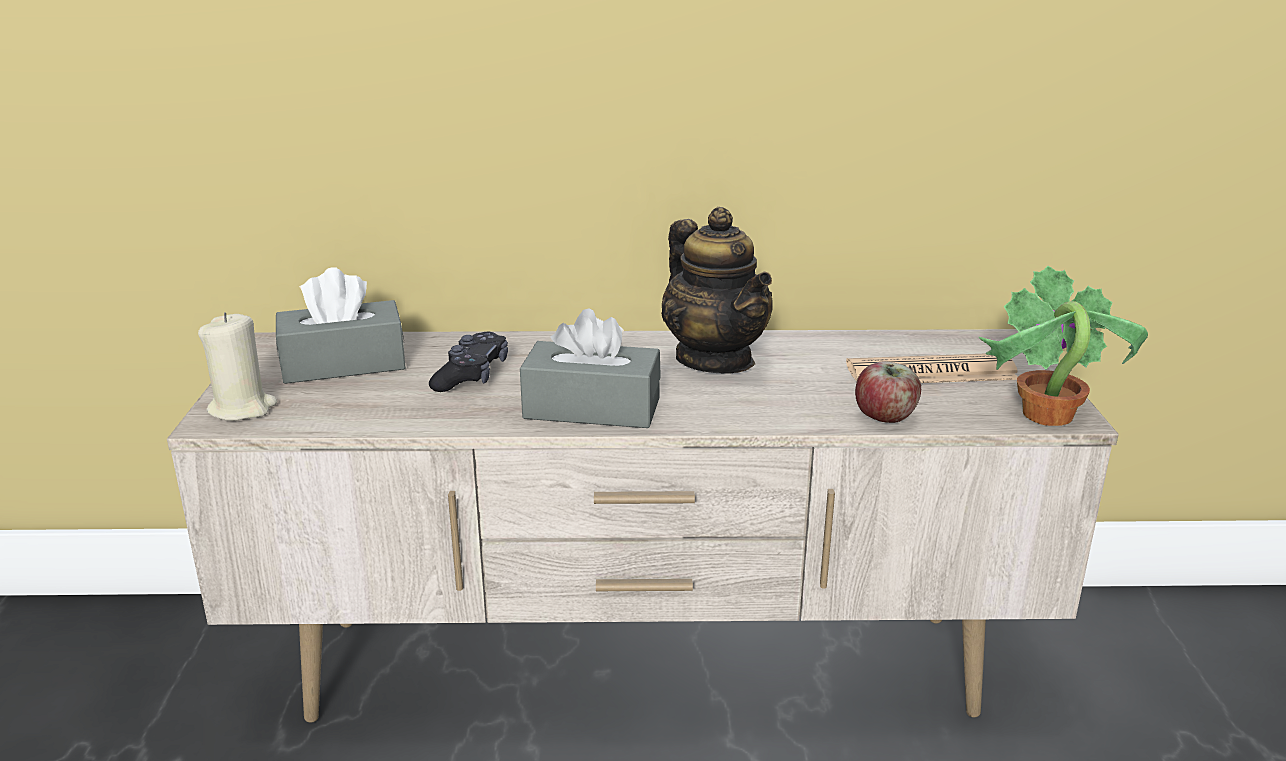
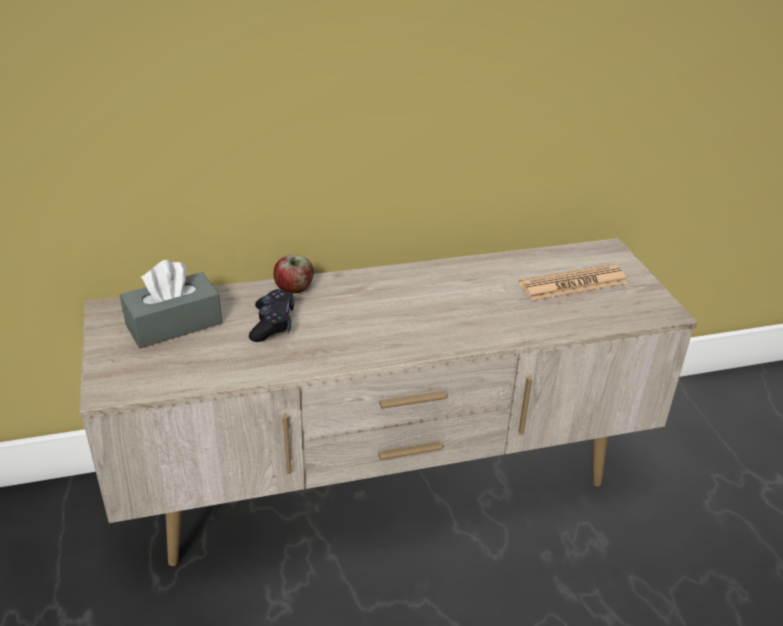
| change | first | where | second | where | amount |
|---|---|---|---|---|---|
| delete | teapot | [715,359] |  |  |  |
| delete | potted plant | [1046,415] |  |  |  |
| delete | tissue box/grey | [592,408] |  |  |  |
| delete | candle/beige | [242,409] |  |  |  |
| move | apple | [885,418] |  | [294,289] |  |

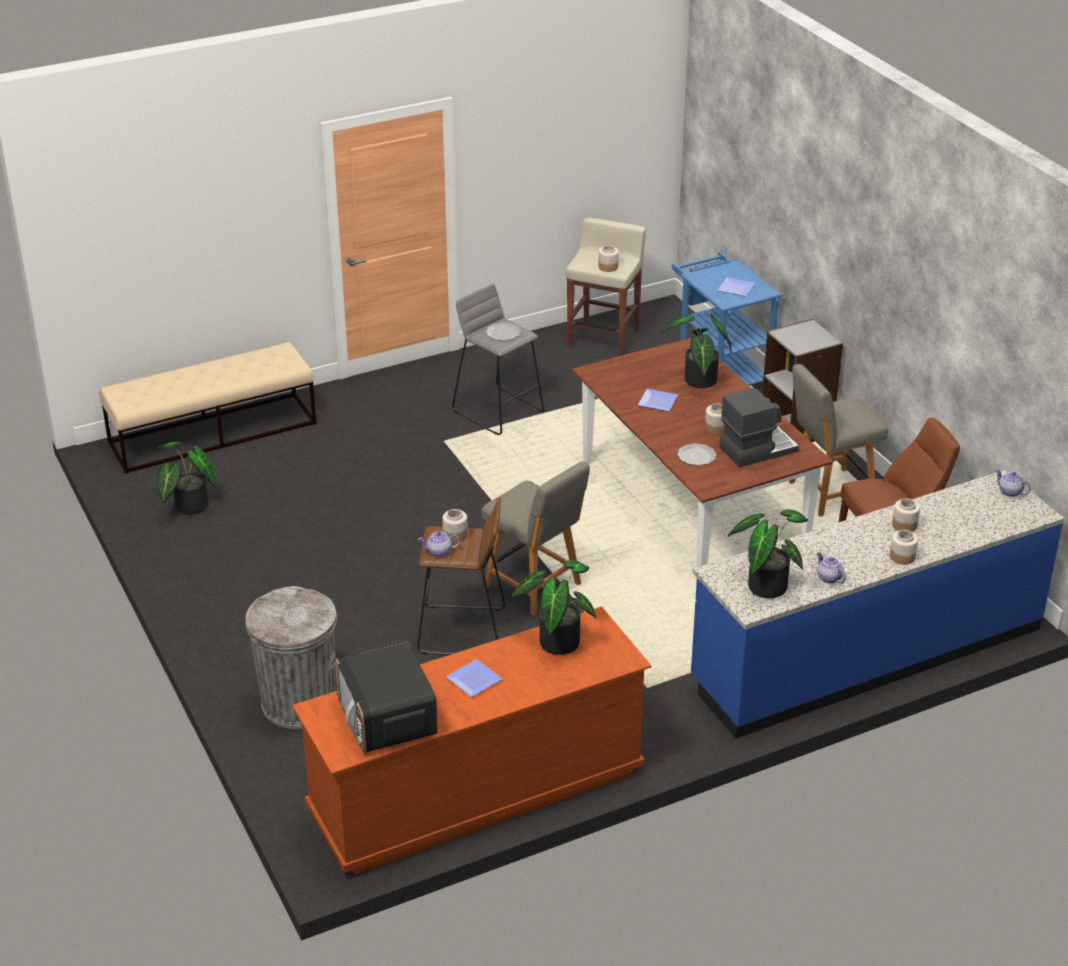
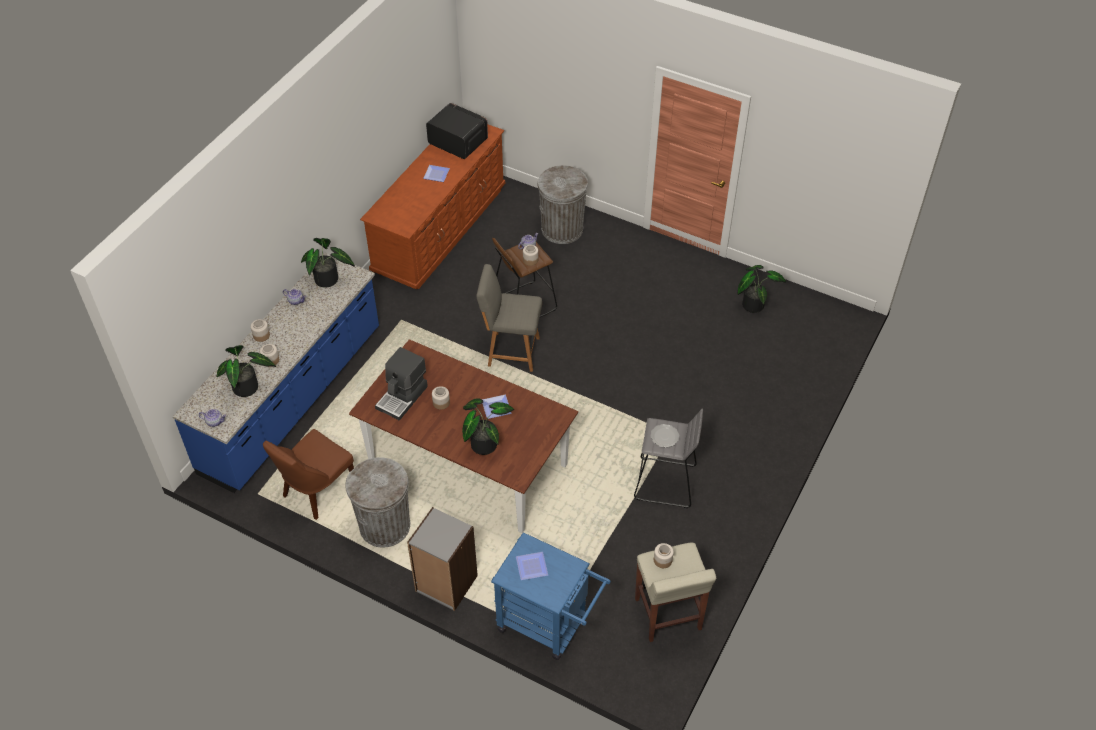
| change | first | where | second | where | amount |
|---|---|---|---|---|---|
| delete | bench/beige | [213,432] |  |  |  |
| replace | chair/grey | [829,493] | trash can/grey | [385,526] |  |
| delete | plate | [697,456] |  |  |  |
| move | potted plant | [556,640] |  | [248,388] |  |

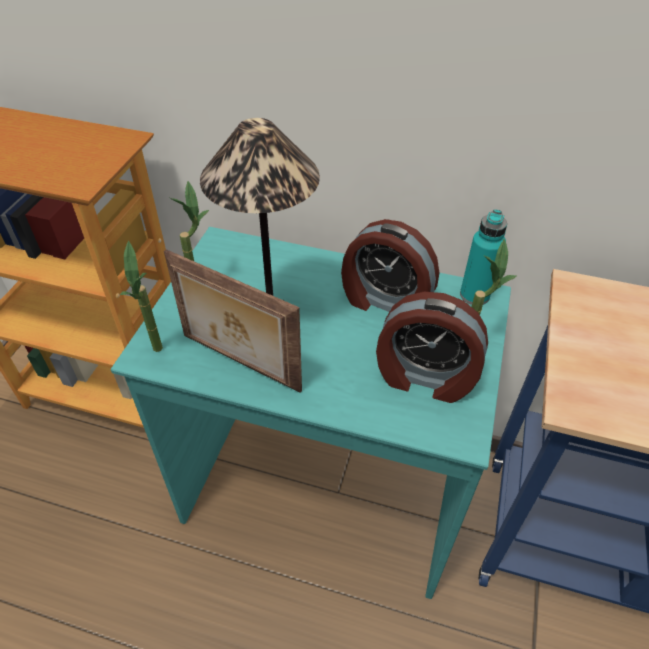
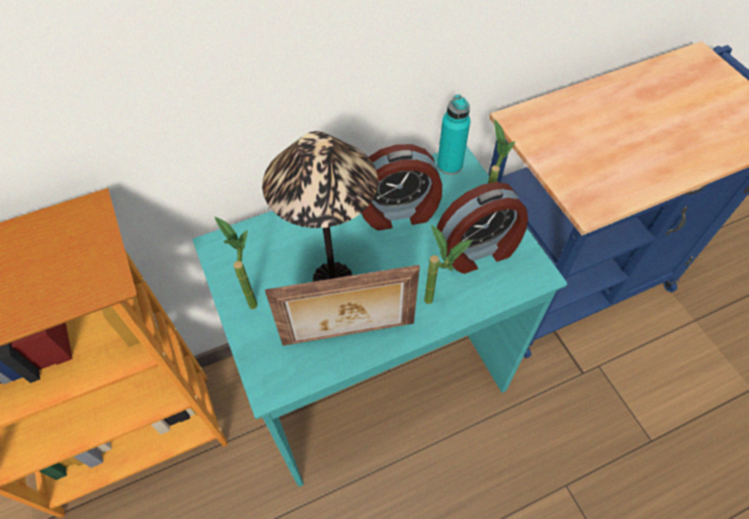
| change | first | where | second | where | amount |
|---|---|---|---|---|---|
| move | potted plant | [160,355] |  | [437,303] |  |

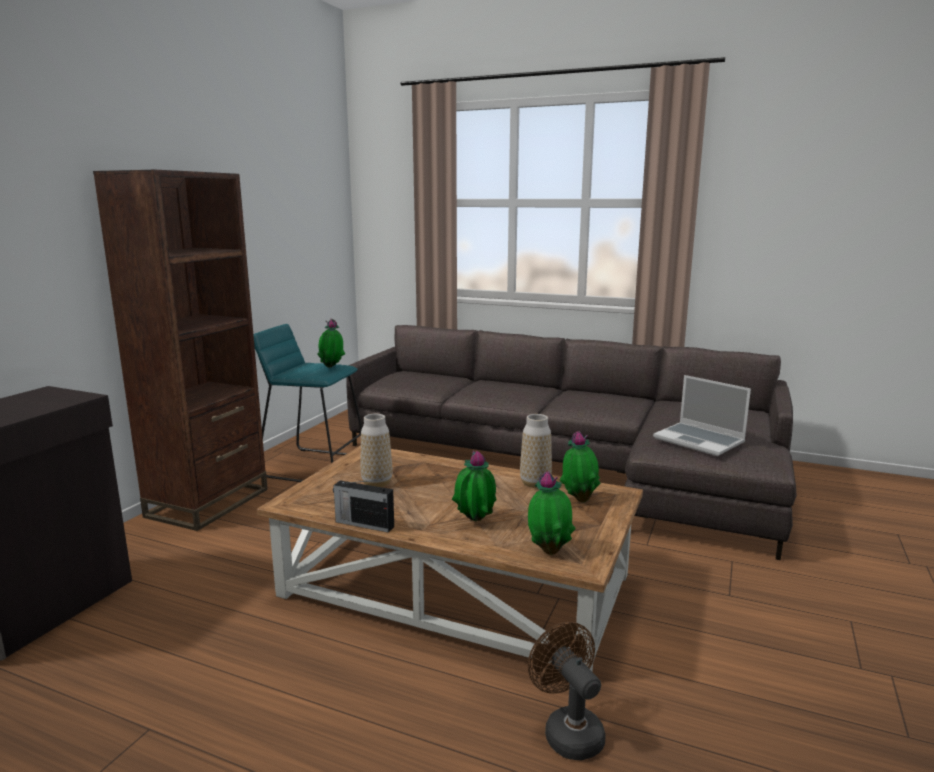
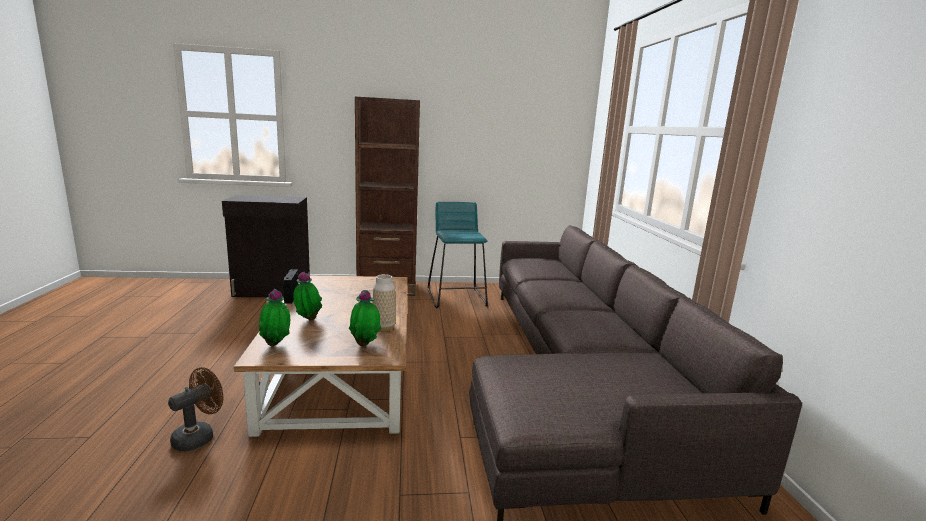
| change | first | where | second | where | amount |
|---|---|---|---|---|---|
| delete | potted plant | [331,367] |  |  |  |
| delete | laptop | [700,441] |  |  |  |
| delete | vase | [377,483] |  |  |  |

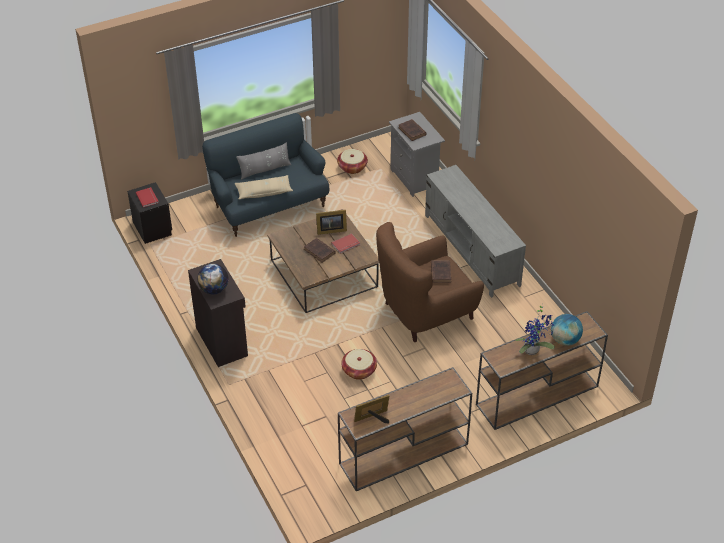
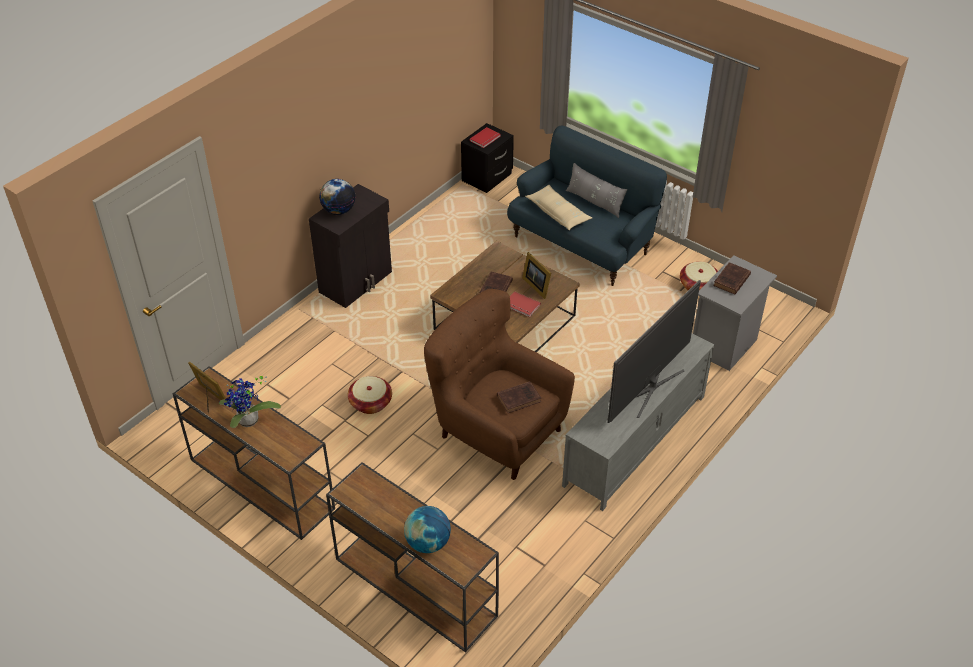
| change | first | where | second | where | amount |
|---|---|---|---|---|---|
| move | potted plant | [533,350] |  | [248,422] |  |
| insert |  |  | television | [650,387] |  |

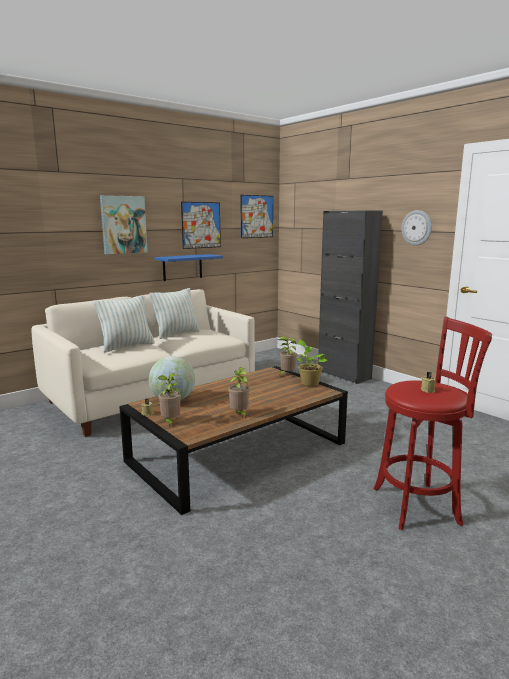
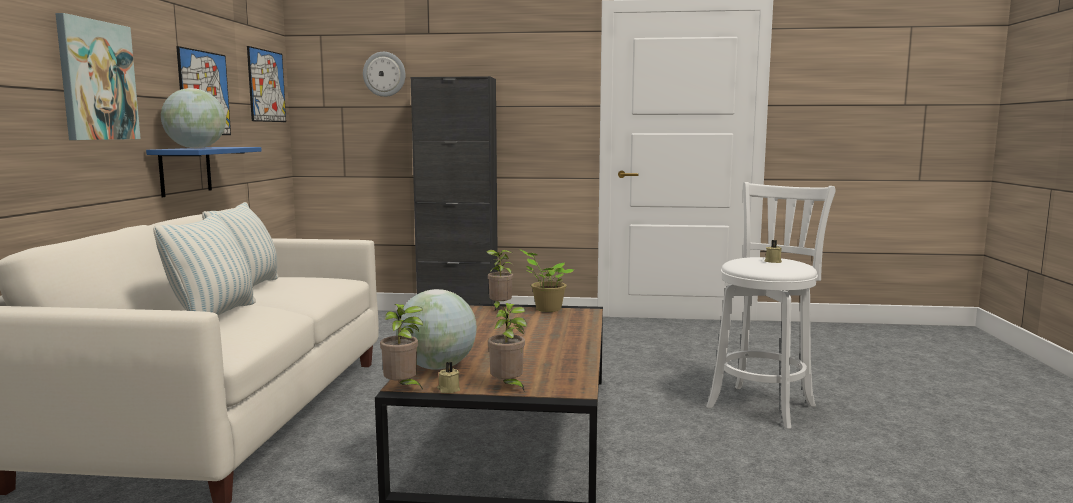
| change | first | where | second | where | amount |
|---|---|---|---|---|---|
| move | wall clock | [417,227] |  | [384,74] |  |
| recolor | stool/red | [420,505] | stool/white | [763,405] |  |
| move | potted plant | [239,414] |  | [402,388] |  |
| insert |  |  | globe | [195,148] |  |

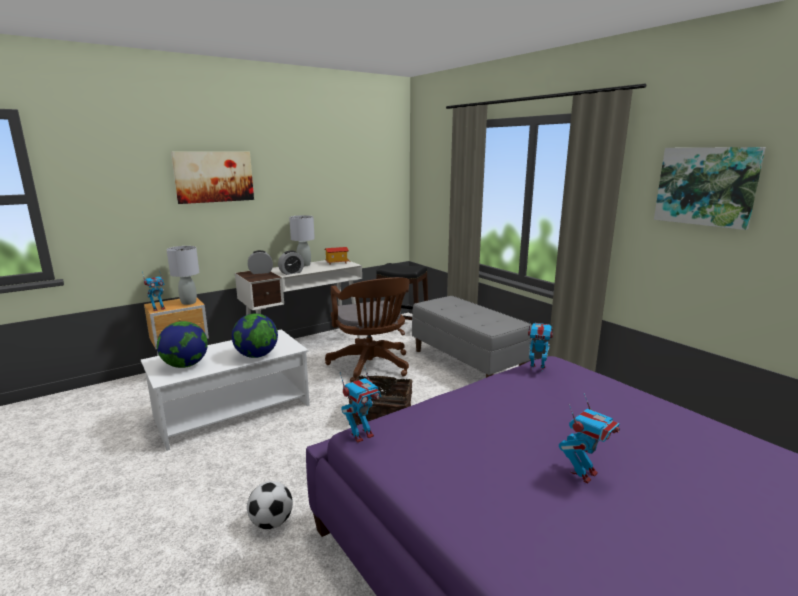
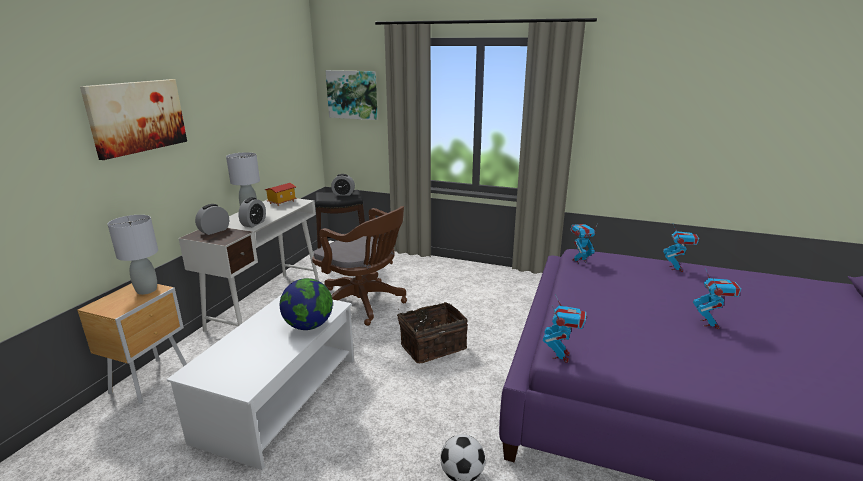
| change | first | where | second | where | amount |
|---|---|---|---|---|---|
| move | picture | [706,186] |  | [352,94] |  |
| move | toy robot | [158,309] |  | [676,268] |  |
| delete | bench/grey | [467,363] |  |  |  |
| delete | globe | [185,365] |  |  |  |
| insert |  |  | alarm clock | [343,194] |  |

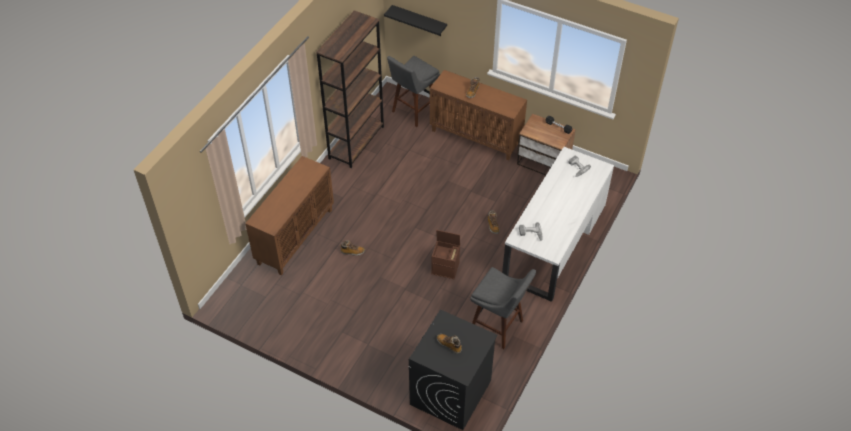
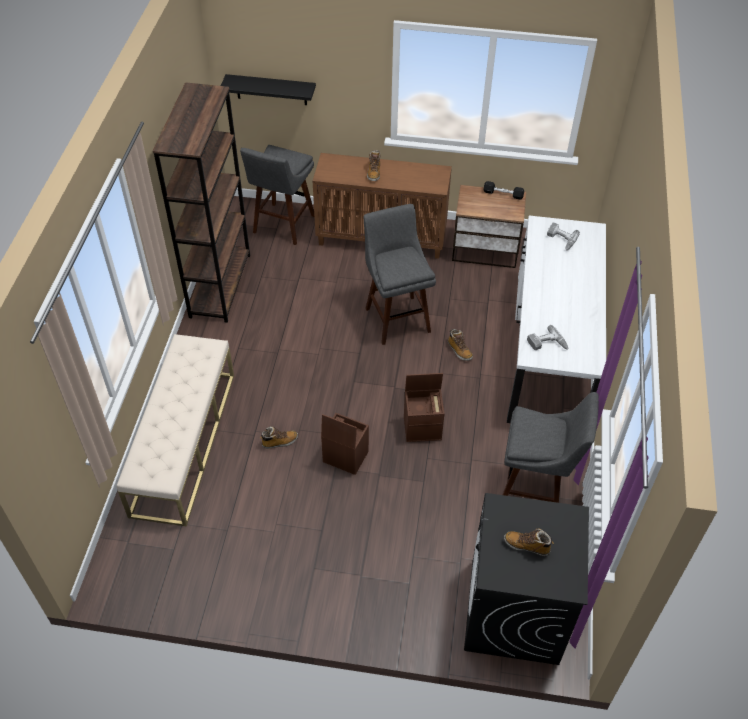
| change | first | where | second | where | amount |
|---|---|---|---|---|---|
| replace | cabinet/brown | [295,236] | bench/beige | [184,442] |  |
| insert |  |  | stool/grey | [396,317] |  |
| insert |  |  | storage box/brown | [344,457] |  |

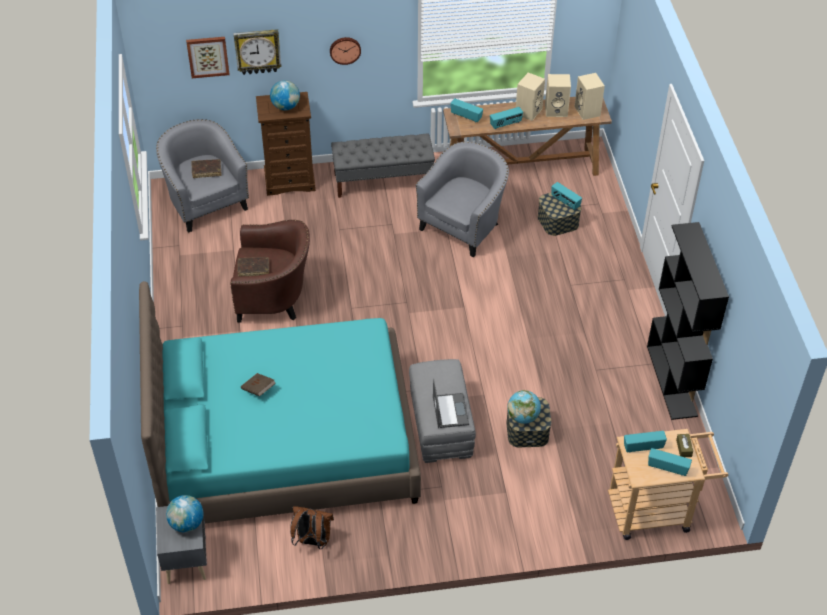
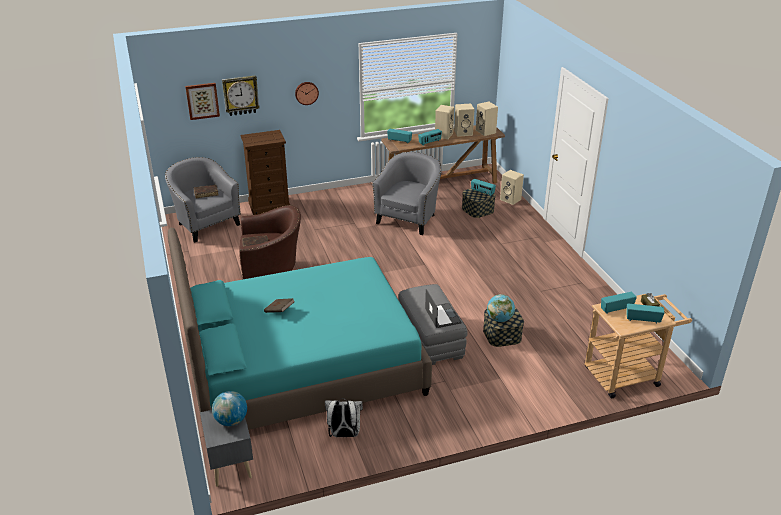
| change | first | where | second | where | amount |
|---|---|---|---|---|---|
| delete | globe | [286,106] |  |  |  |
| delete | bench/grey | [383,181] |  |  |  |
| delete | bookcase/black | [672,381] |  |  |  |
| recolor | backpack/brown | [312,541] | backpack/white | [344,434] |  |
| insert |  |  | speaker/beige | [511,199] |  |

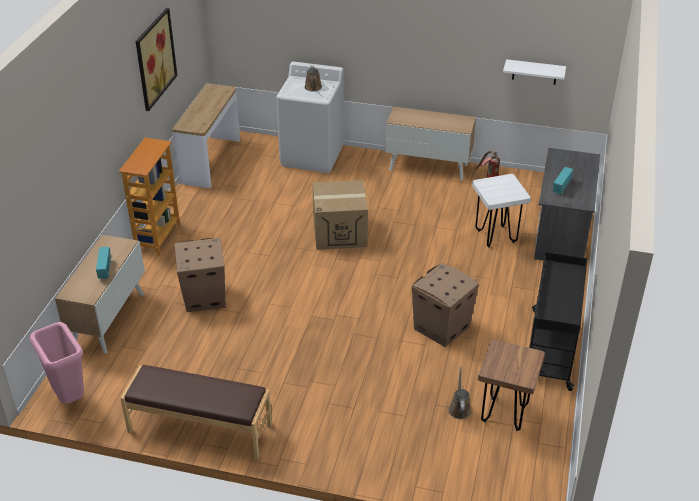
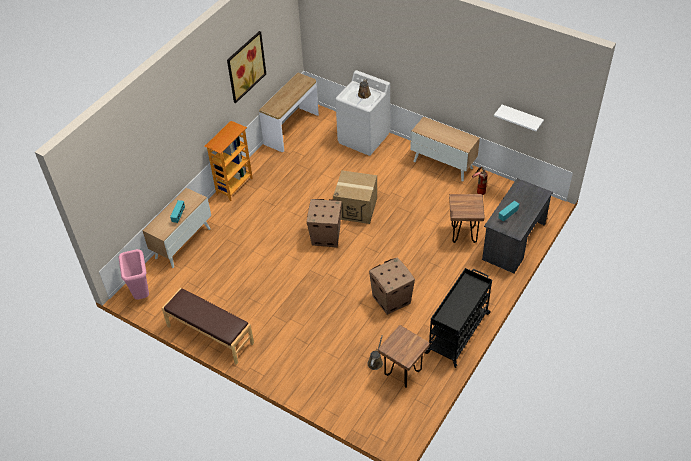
| change | first | where | second | where | amount |
|---|---|---|---|---|---|
| recolor | stool/white | [495,236] | stool/brown | [463,235] |  |
| move | cardboard box | [203,297] |  | [325,236] |  |

